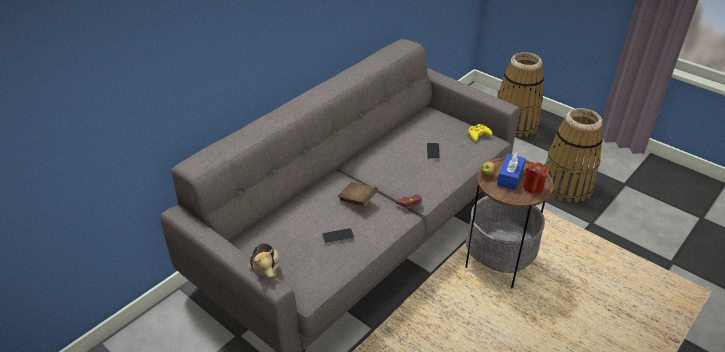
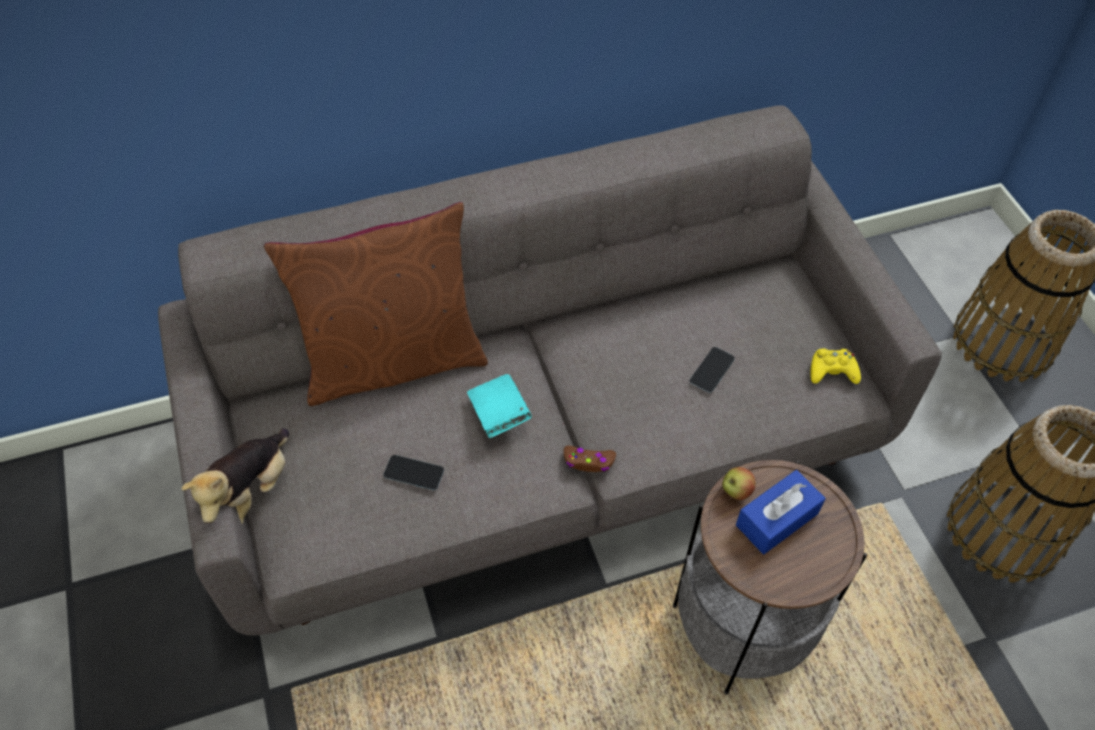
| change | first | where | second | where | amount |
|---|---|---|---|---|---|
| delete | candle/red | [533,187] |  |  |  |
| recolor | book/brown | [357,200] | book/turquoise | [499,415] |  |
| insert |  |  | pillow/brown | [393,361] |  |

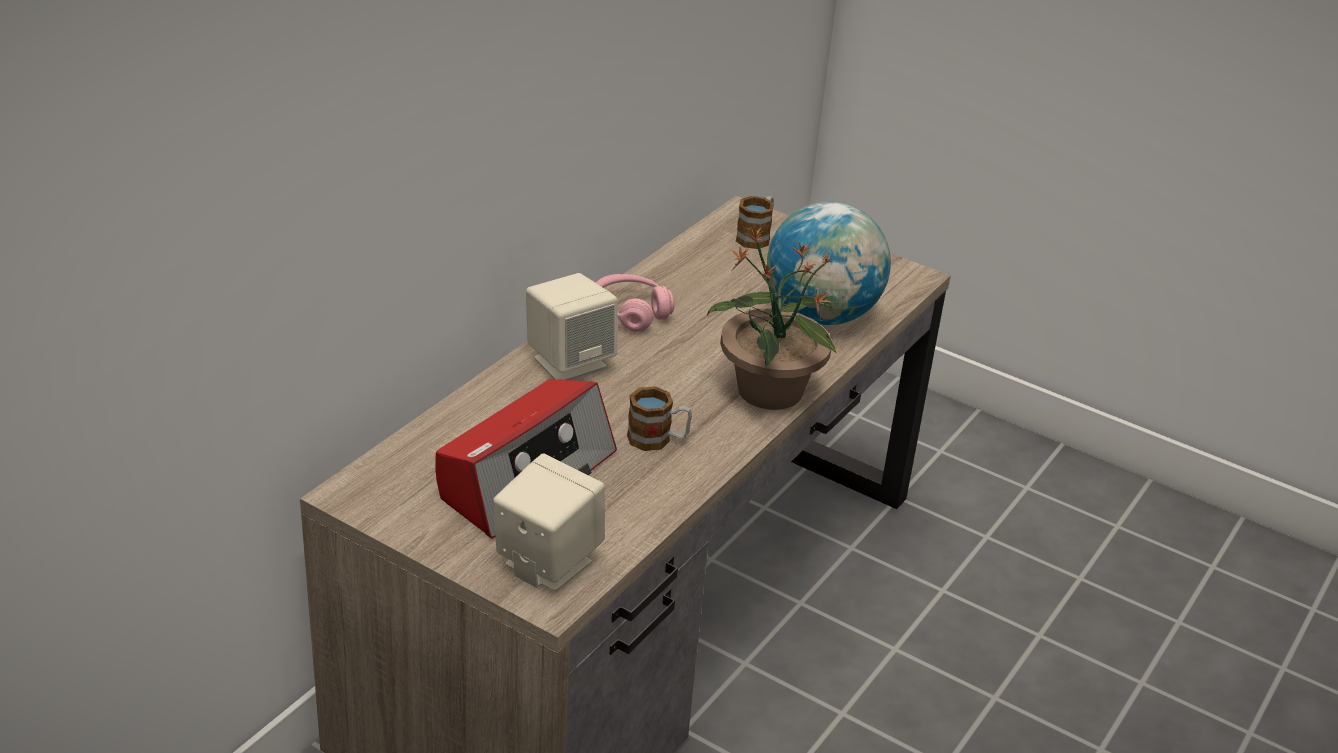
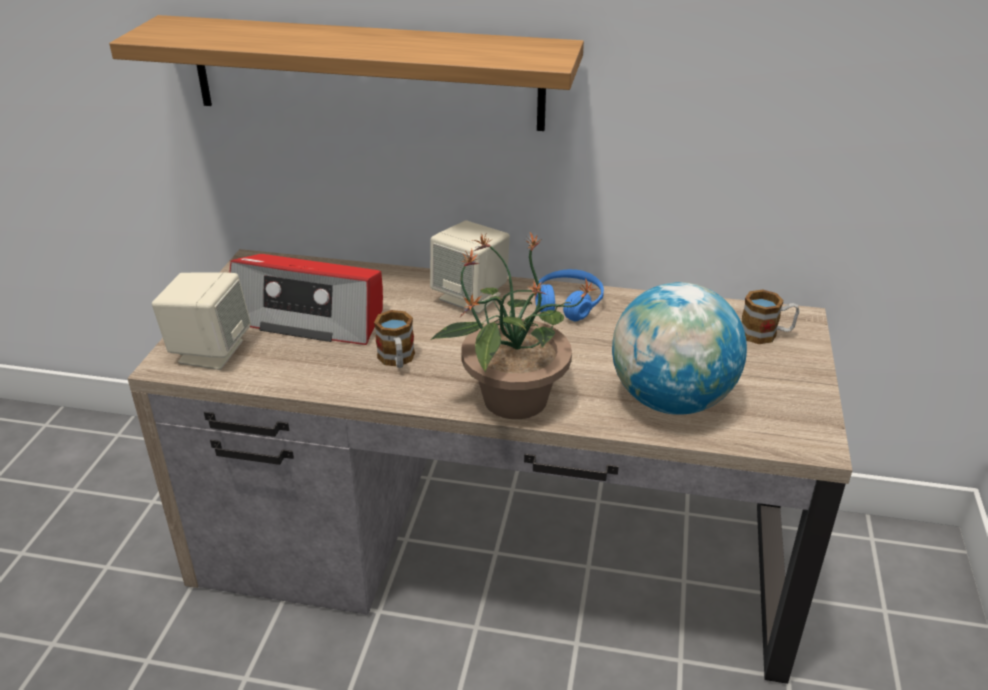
| change | first | where | second | where | amount |
|---|---|---|---|---|---|
| recolor | headphones/pink | [630,312] | headphones/blue | [568,304] |  |
| insert |  |  | shelf | [366,73] |  |

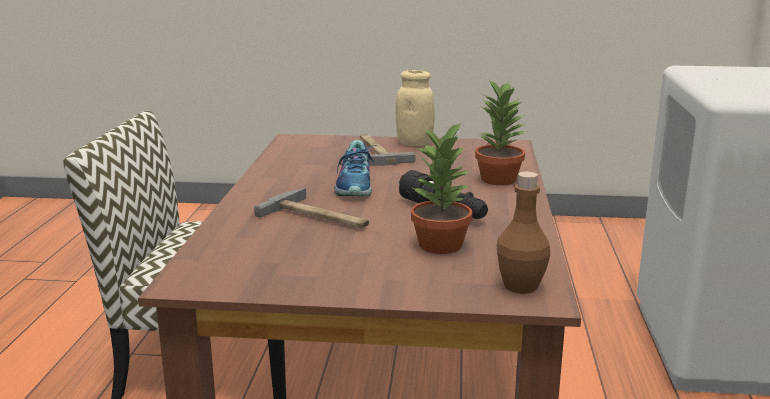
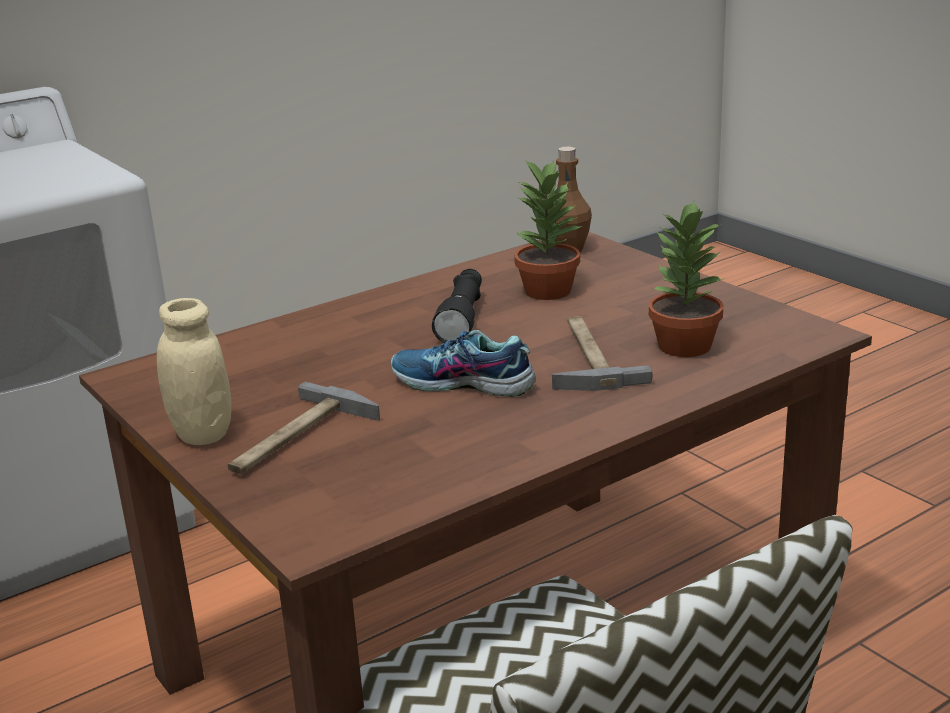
| change | first | where | second | where | amount |
|---|---|---|---|---|---|
| move | potted plant | [498,179] |  | [683,347] |  |
| rotate | shoe | [356,186] |  | [462,384] | 120 degrees counterclockwise |

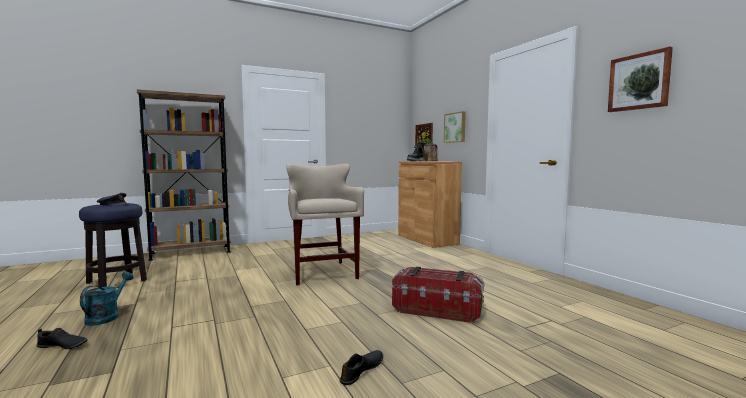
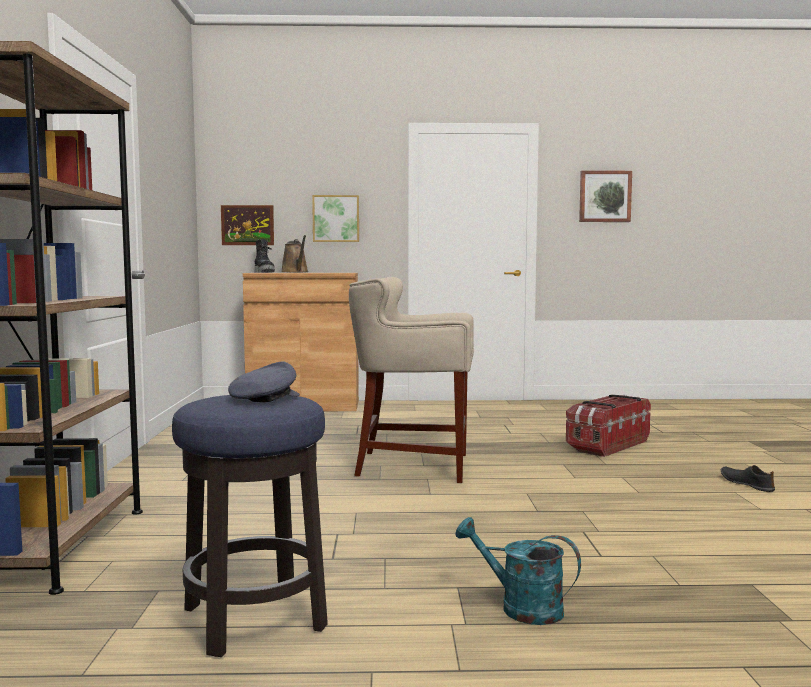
| change | first | where | second | where | amount |
|---|---|---|---|---|---|
| delete | shoe/black | [62,346] |  |  |  |

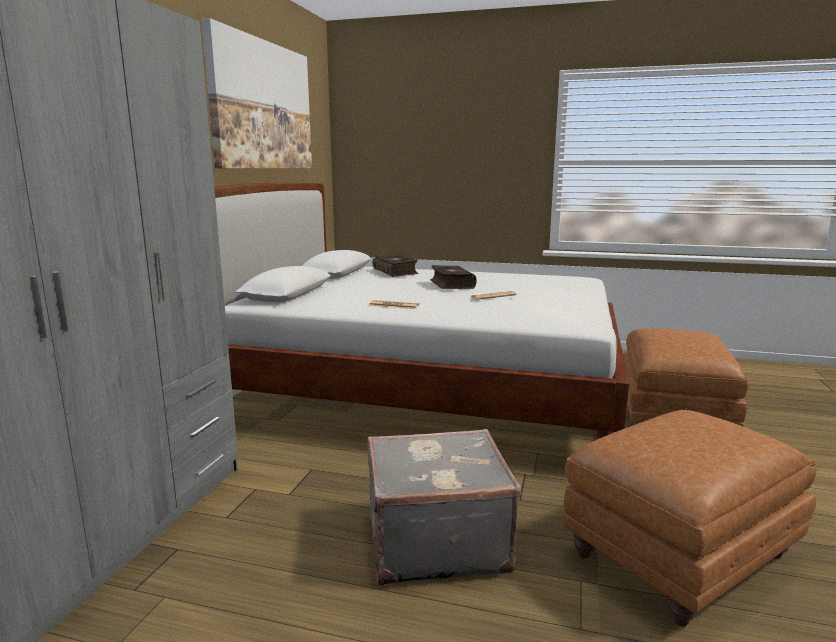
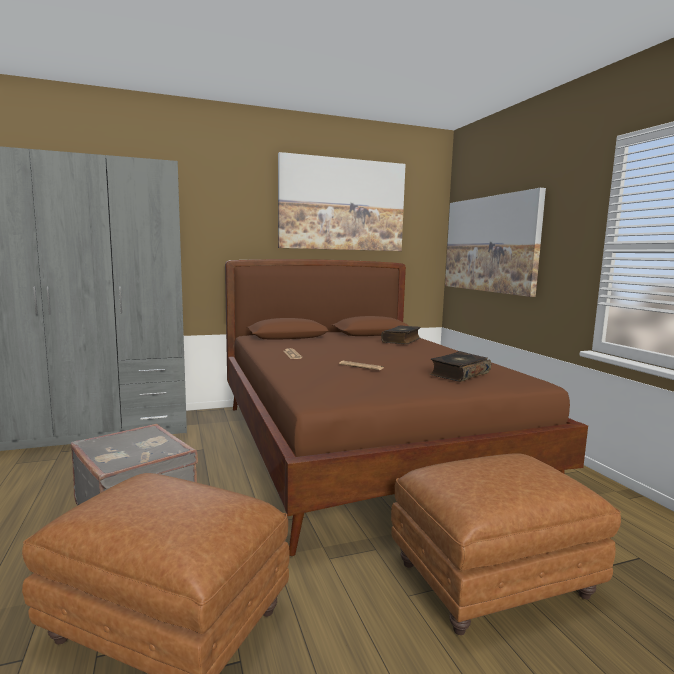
| change | first | where | second | where | amount |
|---|---|---|---|---|---|
| recolor | bed/white | [426,393] | bed/brown | [363,447] |  |
| move | book | [451,284] |  | [459,374] |  |
| insert |  |  | picture | [490,244] |  |

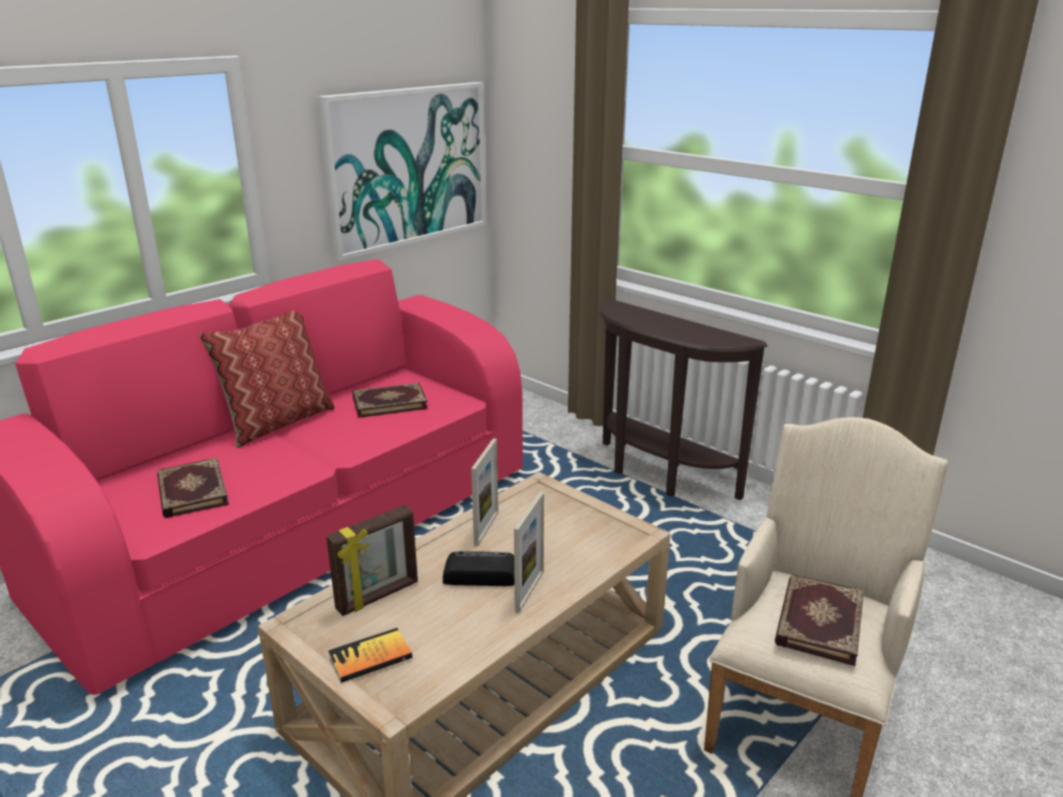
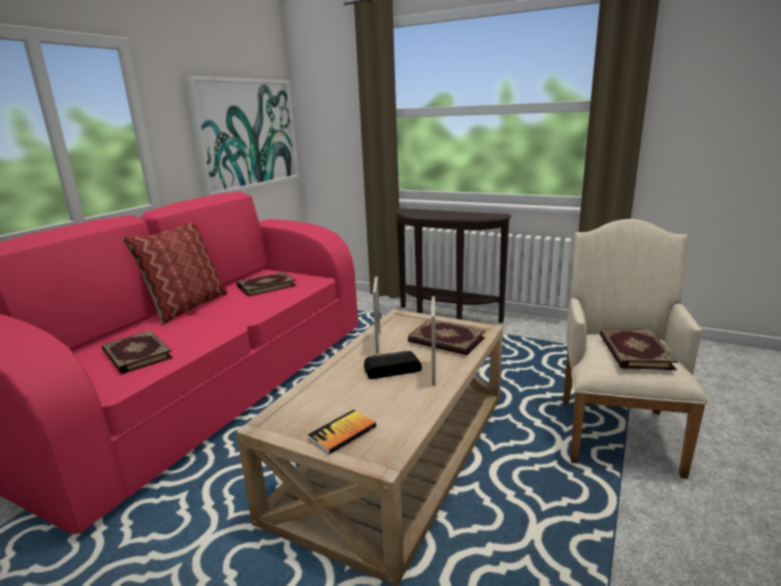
| change | first | where | second | where | amount |
|---|---|---|---|---|---|
| delete | picture frame | [378,596] |  |  |  |
| insert |  |  | book | [446,340] |  |

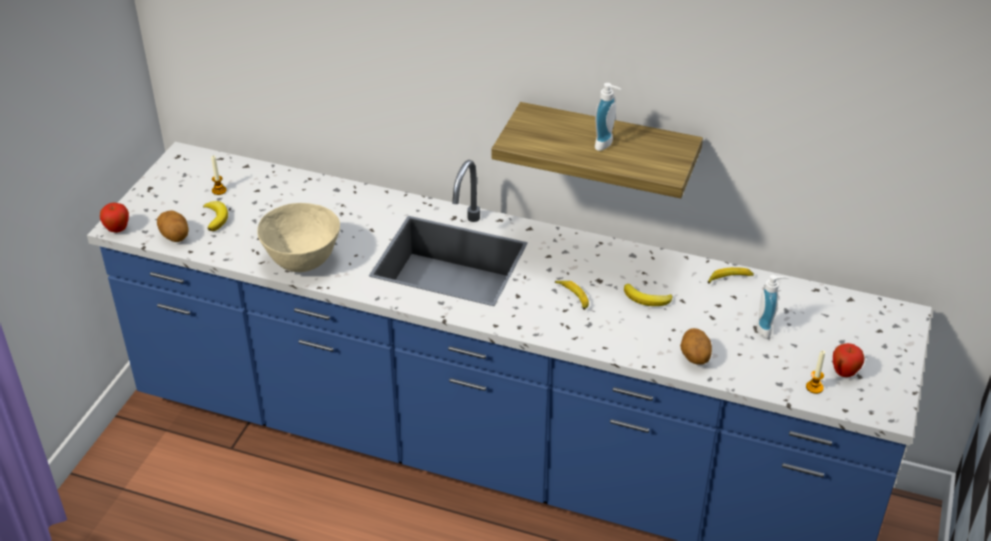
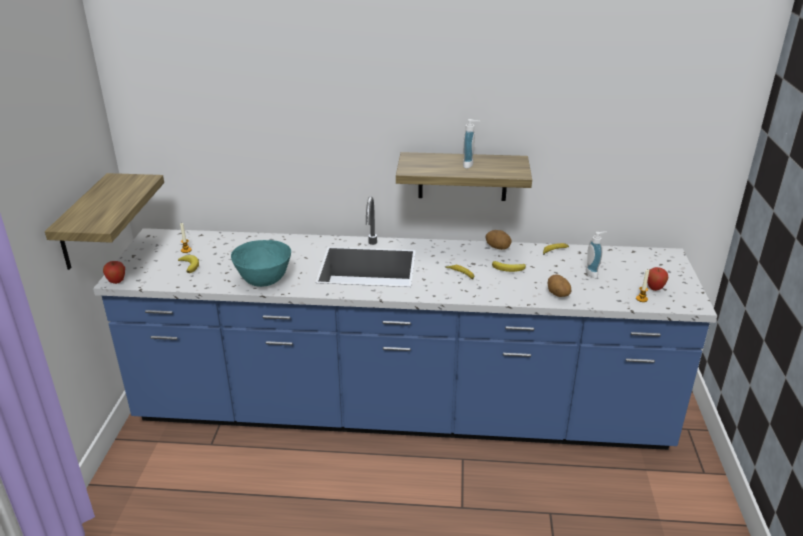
| change | first | where | second | where | amount |
|---|---|---|---|---|---|
| recolor | bowl/beige | [302,262] | bowl/turquoise | [264,281] |  |
| move | potato | [175,236] |  | [498,247] |  |
| insert |  |  | shelf | [83,223] |  |

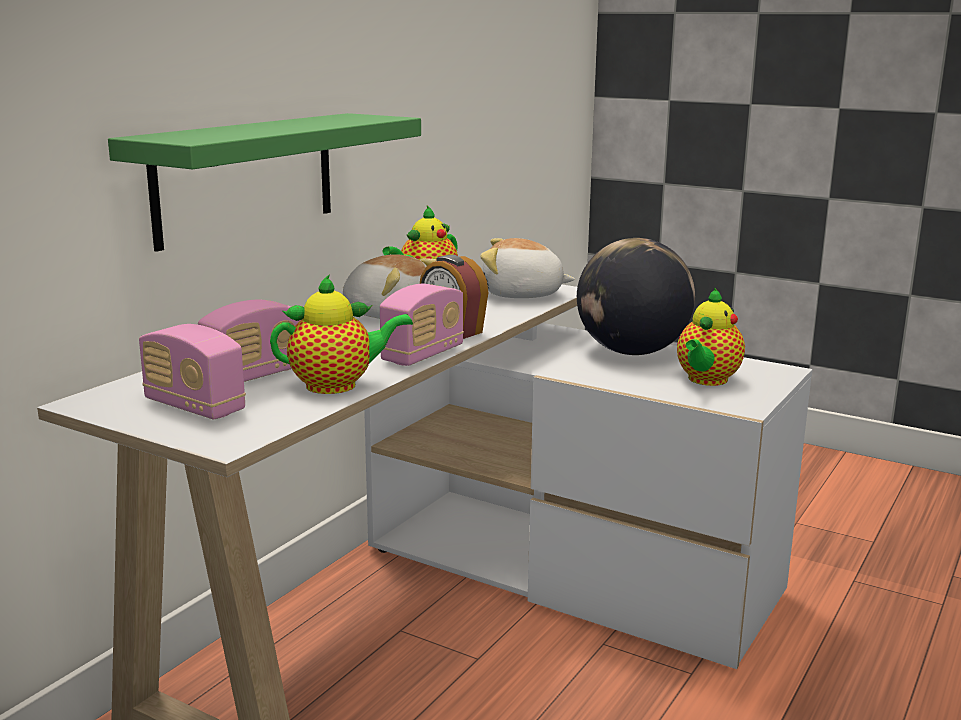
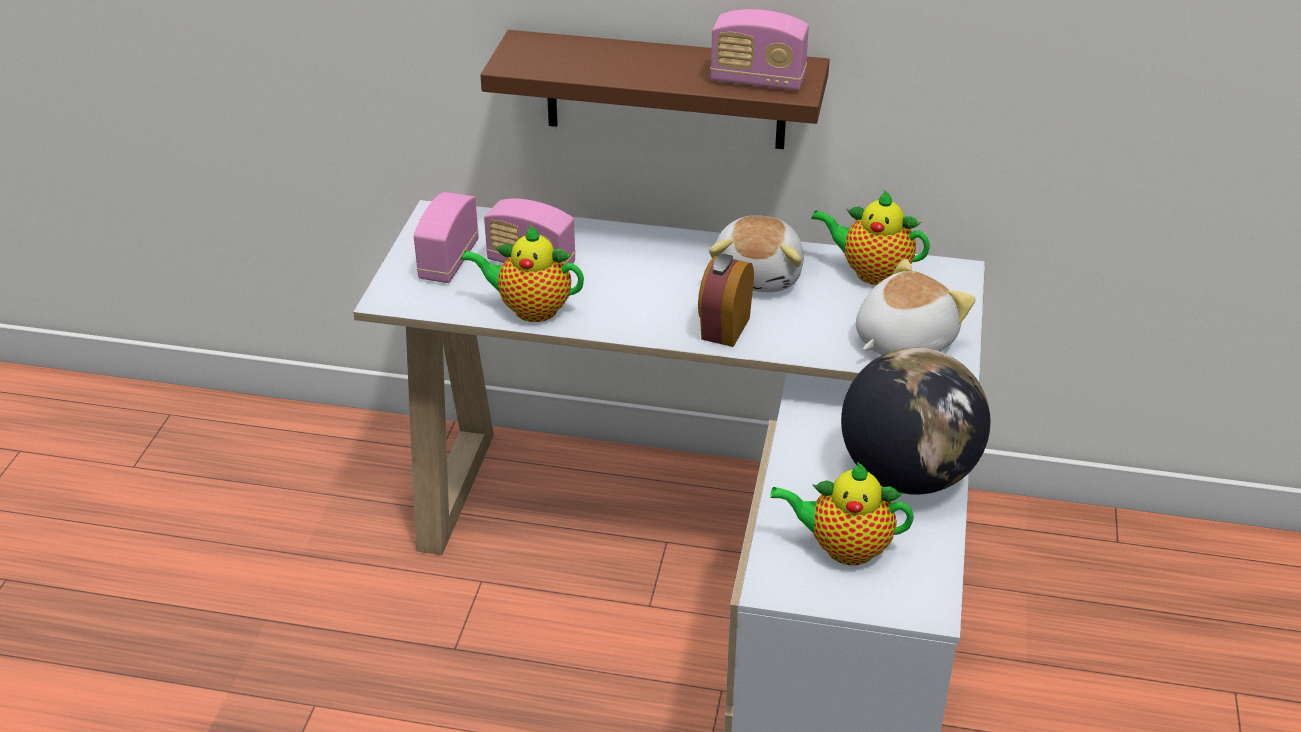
| change | first | where | second | where | amount |
|---|---|---|---|---|---|
| recolor | shelf/green | [246,177] | shelf/brown | [665,90] |  |
| rotate | plush toy | [522,295] |  | [902,341] | 60 degrees clockwise |
| rotate | teapot | [337,385] |  | [530,309] | 135 degrees clockwise |
| move | radio | [423,355] |  | [757,81] |  |

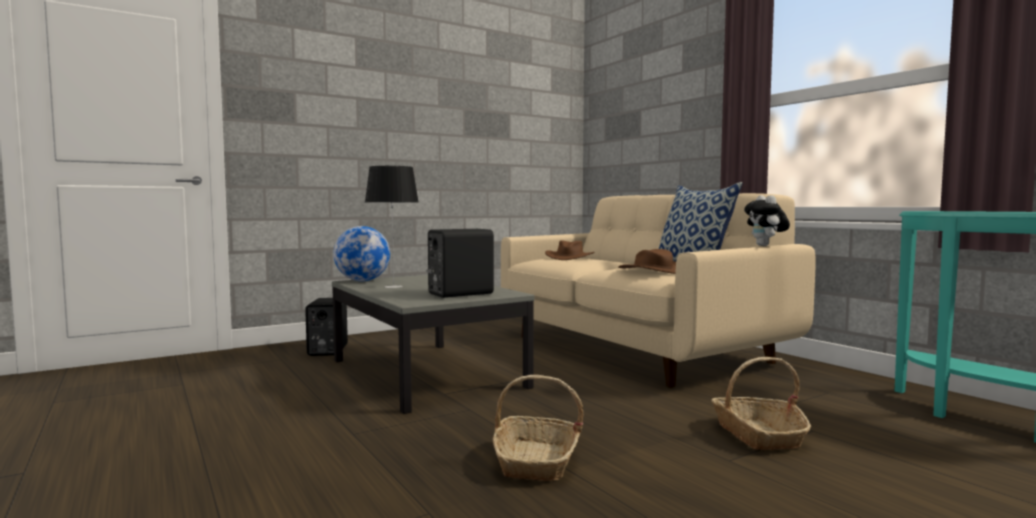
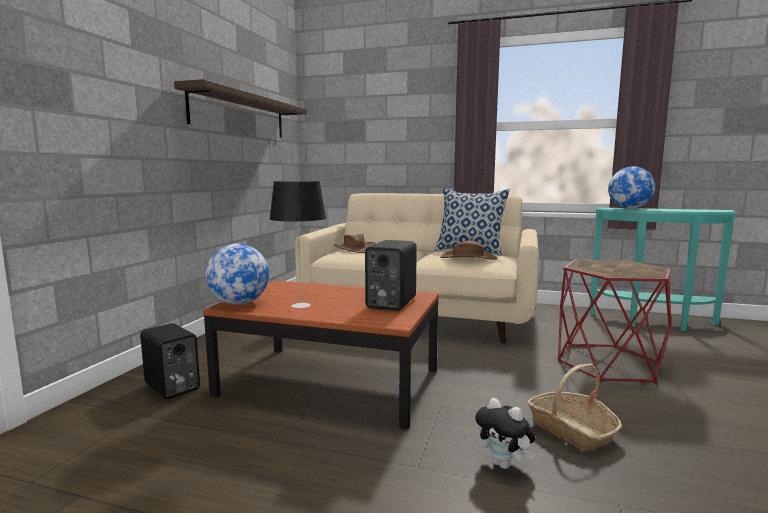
| change | first | where | second | where | amount |
|---|---|---|---|---|---|
| move | plush toy | [765,246] |  | [504,464] |  |
| recolor | coffee table/grey | [426,373] | coffee table/brown | [331,382] |  |
| replace | basket | [758,435] | side table/red | [607,363] |  |
| insert |  |  | shelf | [240,115] |  |
| insert |  |  | globe | [629,208] |  |

